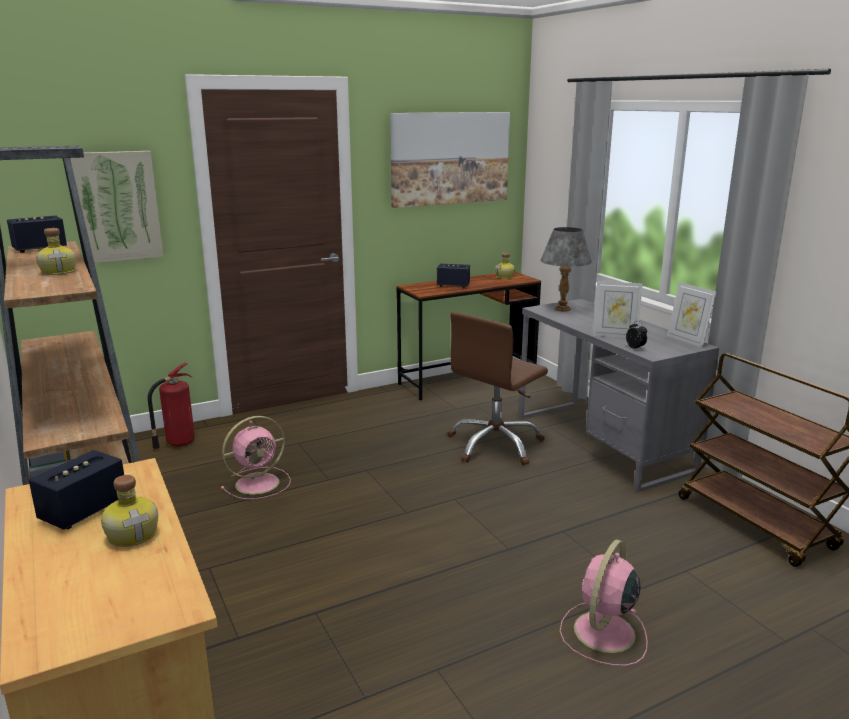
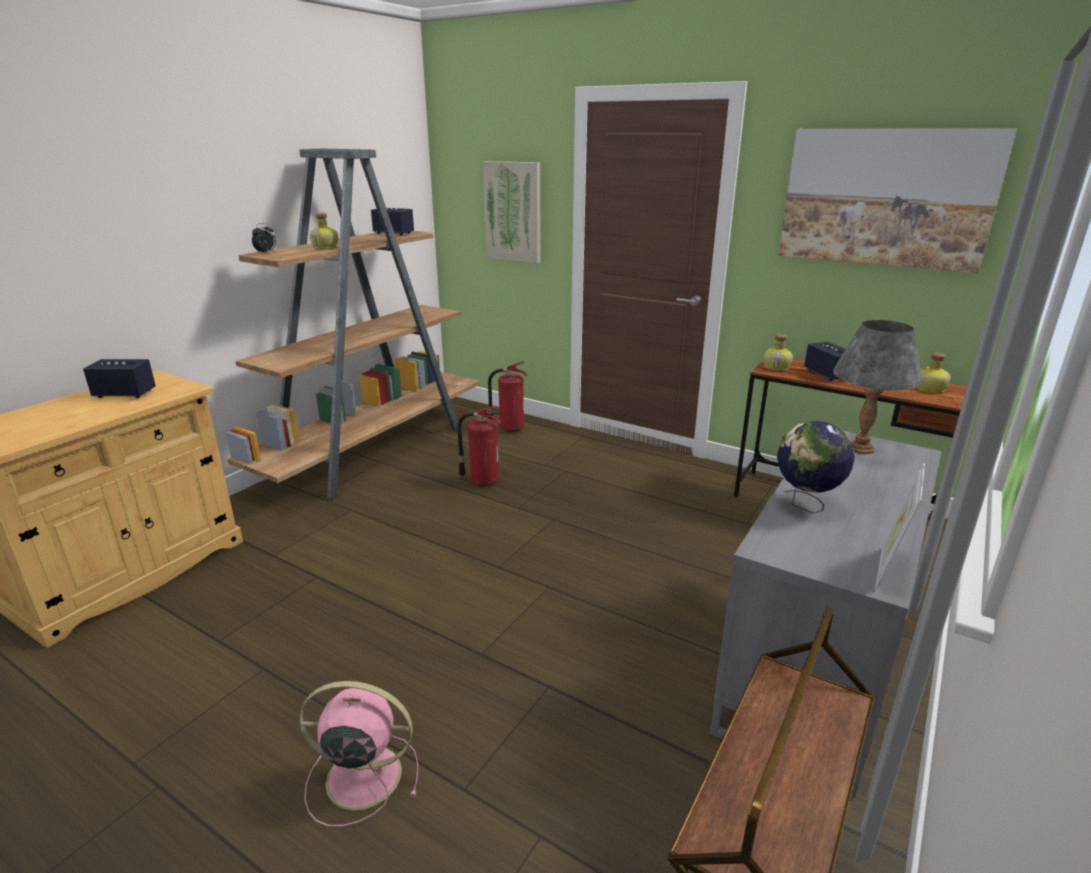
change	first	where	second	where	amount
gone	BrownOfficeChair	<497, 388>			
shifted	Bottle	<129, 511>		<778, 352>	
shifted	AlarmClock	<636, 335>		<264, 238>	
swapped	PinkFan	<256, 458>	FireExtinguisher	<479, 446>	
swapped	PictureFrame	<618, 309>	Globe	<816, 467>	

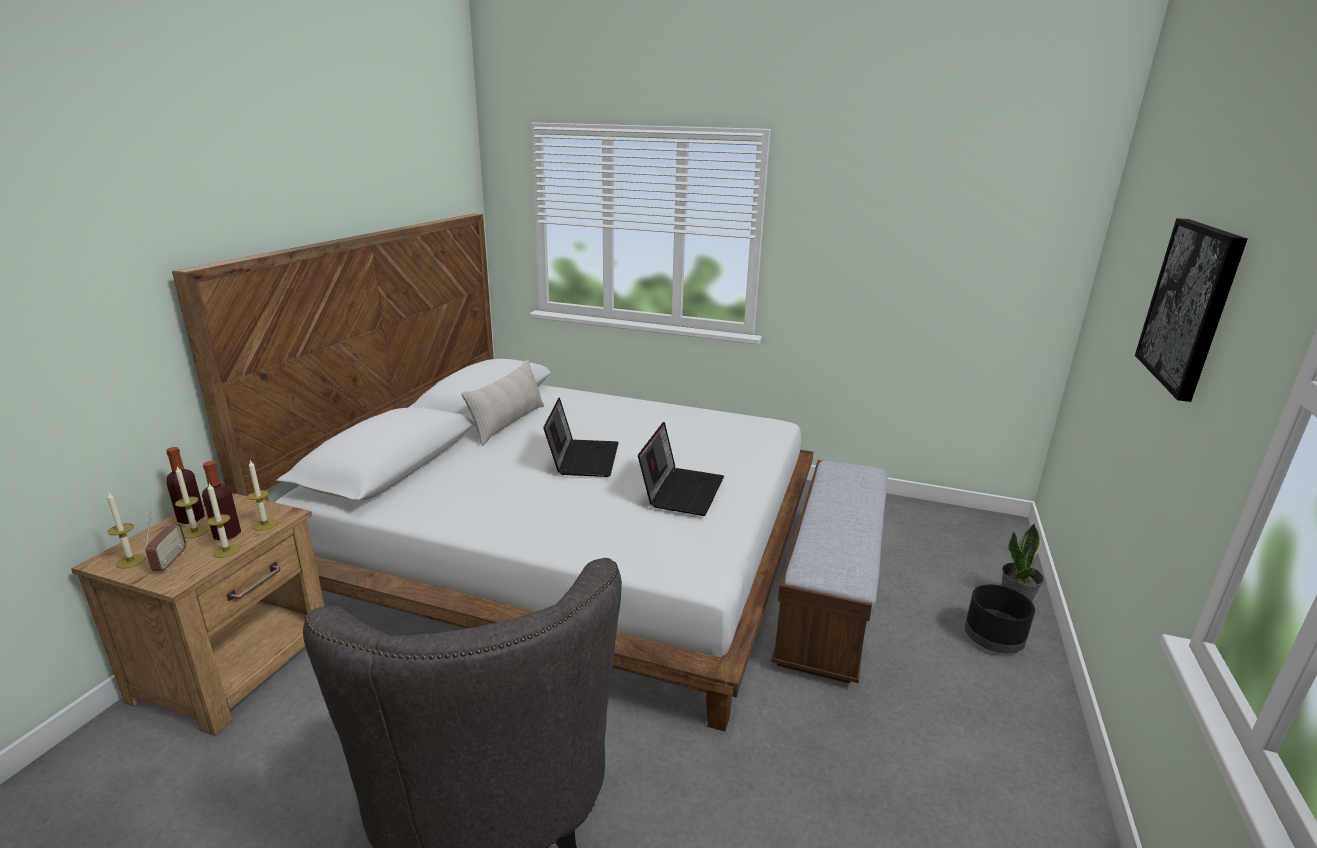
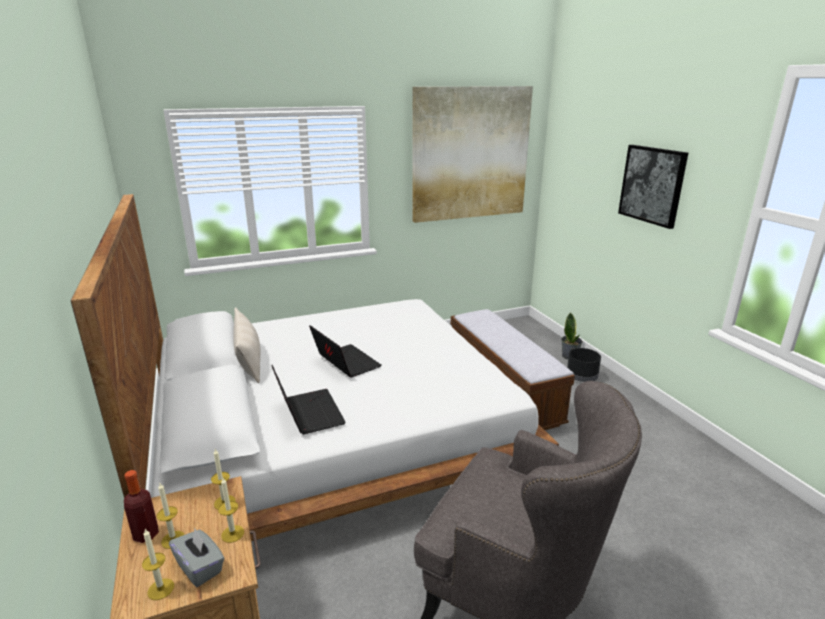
change	first	where	second	where	amount
gone	Bottle	<221, 500>			
new			Picture	<473, 154>	
shifted	Laptop	<681, 469>		<308, 399>	
swapped	Radio	<165, 541>	GreyTissueBox	<196, 558>	

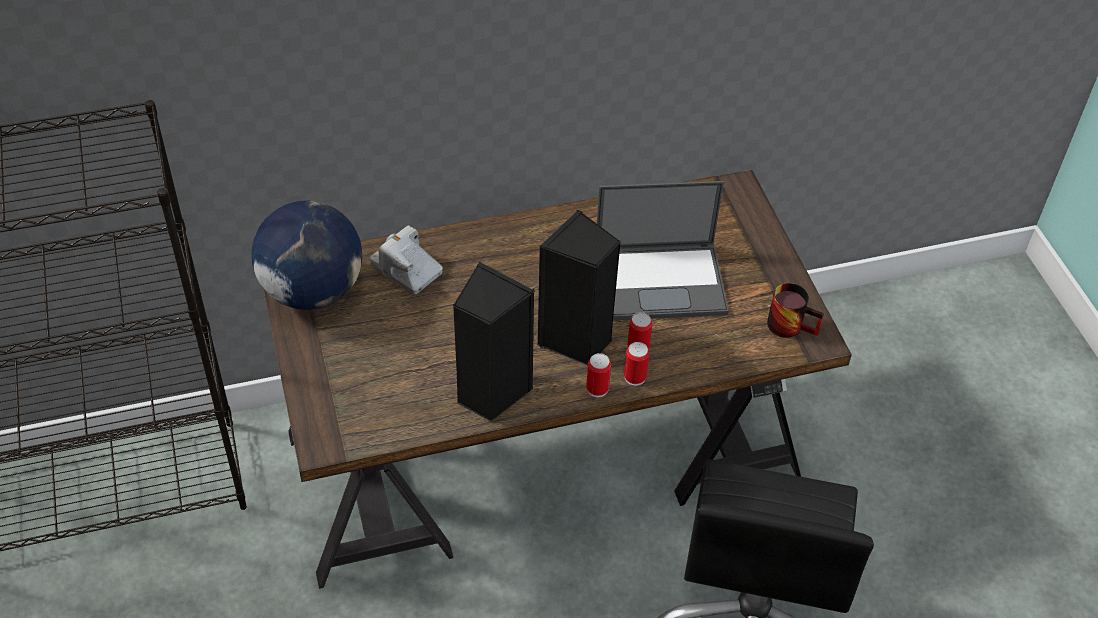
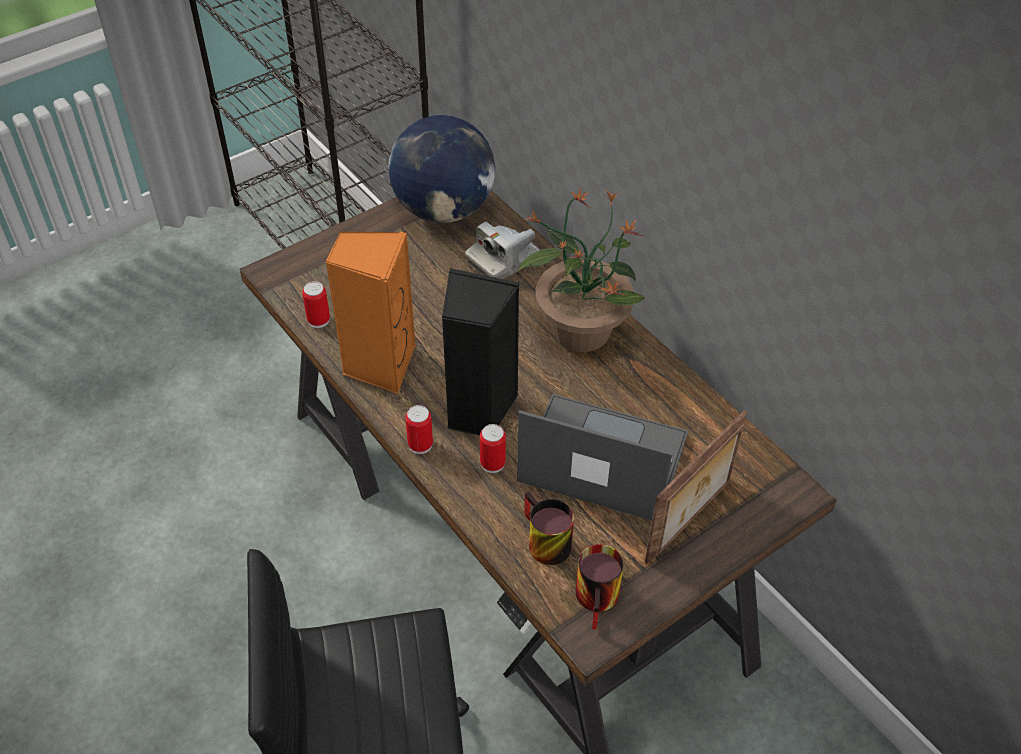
change	first	where	second	where	amount
new			PottedPlant	<581, 270>	
new			Mug	<549, 528>	
new			PictureFrame	<695, 486>	
shifted	Can	<636, 364>		<316, 304>	
repainted	BlackSpeaker	<494, 342>	OrangeSpeaker	<371, 313>	
rotated	PhotoCamera	<406, 260>		<502, 250>	150 degrees counterclockwise
rotated	Laptop	<663, 250>		<602, 457>	135 degrees clockwise

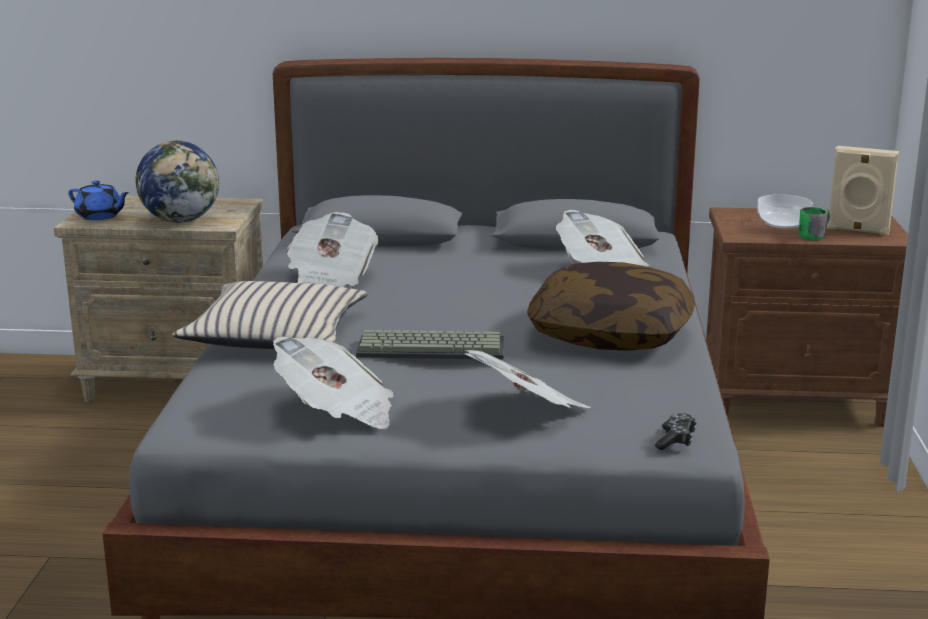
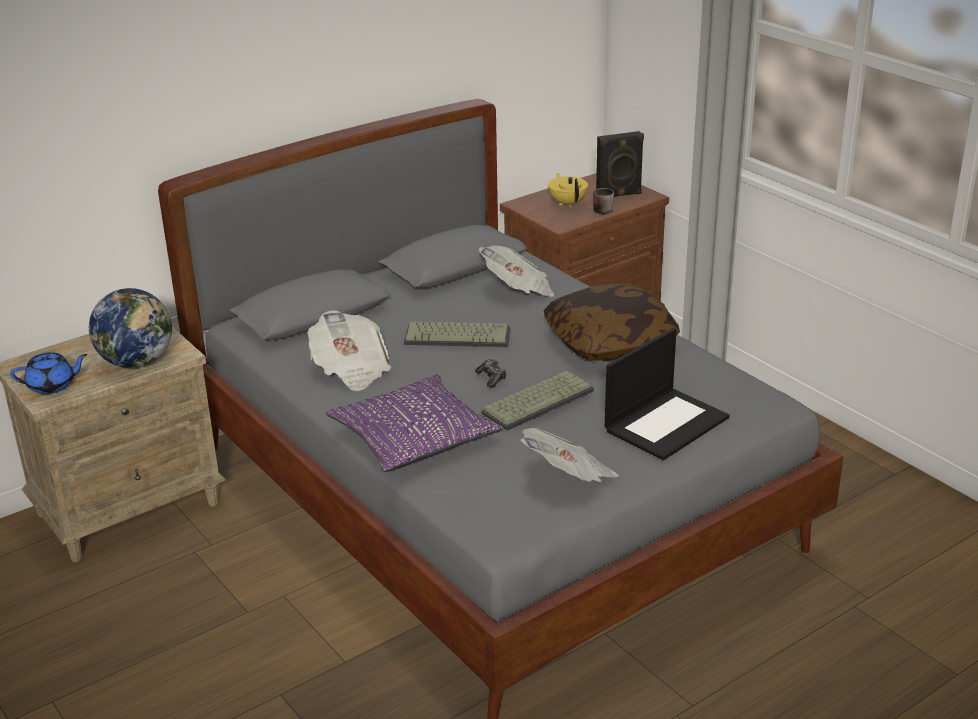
change	first	where	second	where	amount
new			Keyboard	<457, 334>	
shifted	GameController	<676, 431>		<491, 373>	
swapped	Newspaper	<528, 379>	Laptop	<667, 394>	
swapped	Bowl	<785, 211>	YellowTeapot	<568, 190>	
repainted	BeigePillow	<270, 315>	PurplePillow	<415, 423>	
repainted	GreenMug	<814, 223>	BrownMug	<603, 201>	
repainted	BeigeSpeaker	<863, 190>	BlackSpeaker	<620, 164>	

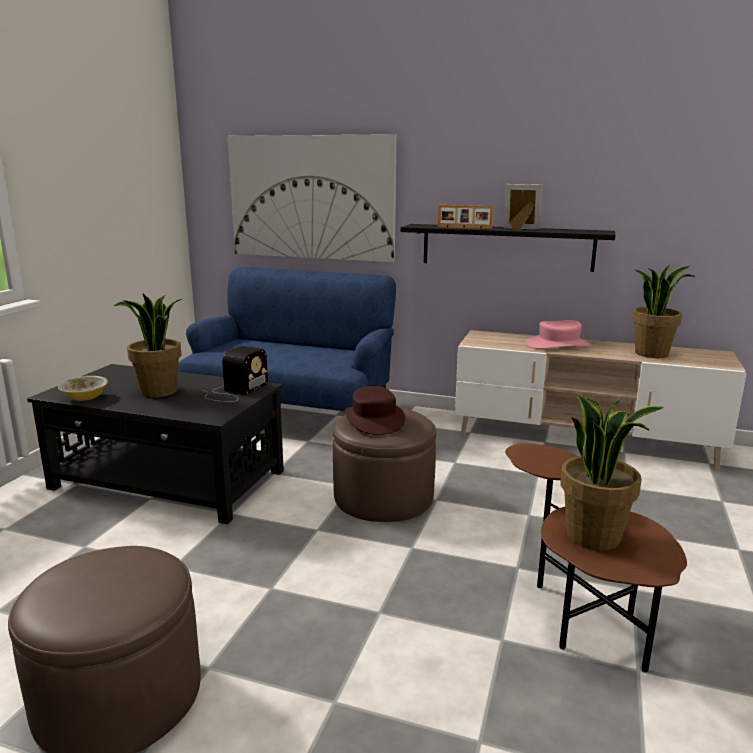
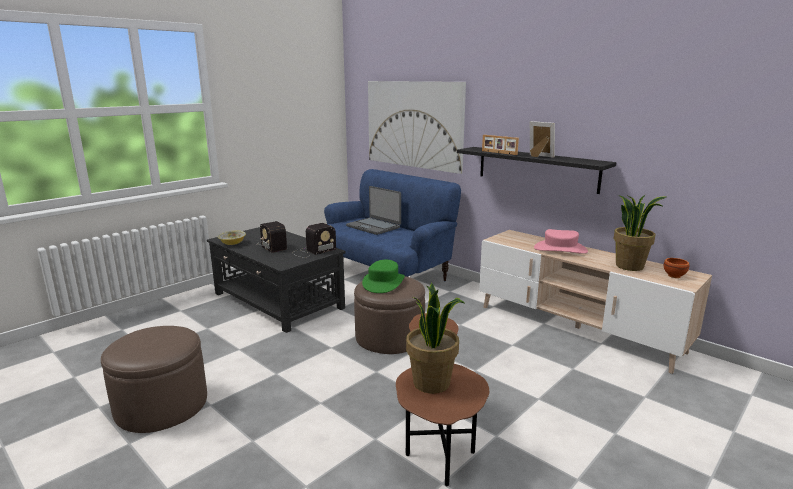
change	first	where	second	where	amount
new			Laptop	<373, 210>	
new			BrownBowl	<676, 268>	
swapped	PottedPlant	<148, 346>	Radio	<272, 237>	
repainted	BrownHat	<375, 410>	GreenHat	<383, 276>	

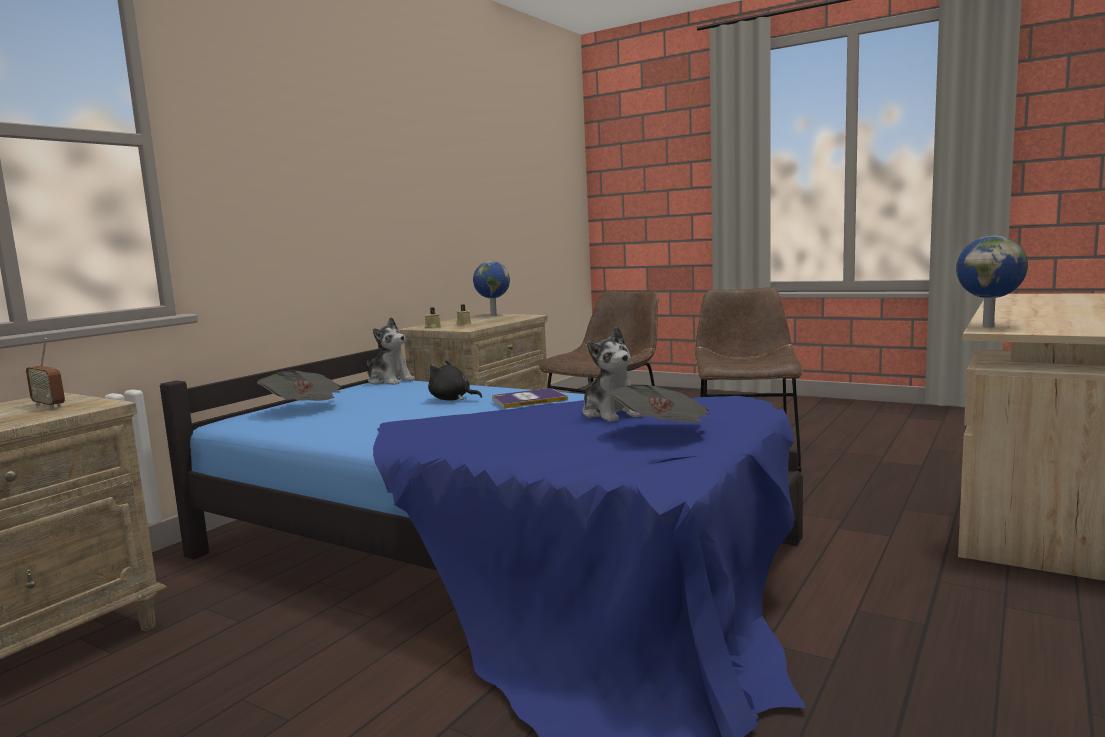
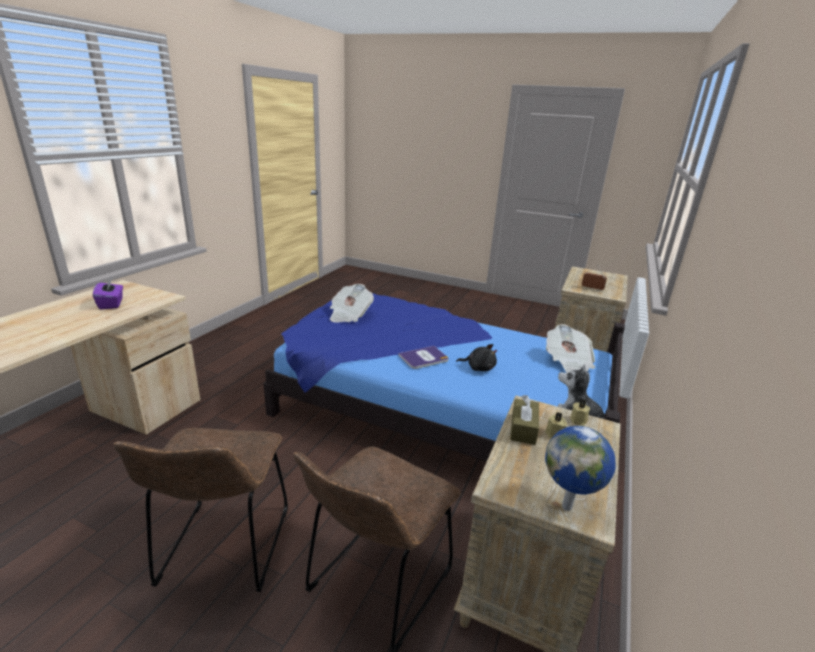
change	first	where	second	where	amount
gone	PlushToy	<612, 374>			
gone	Globe	<992, 281>			
new			PurpleTissueBox	<108, 294>	
new			BrownTissueBox	<524, 420>	

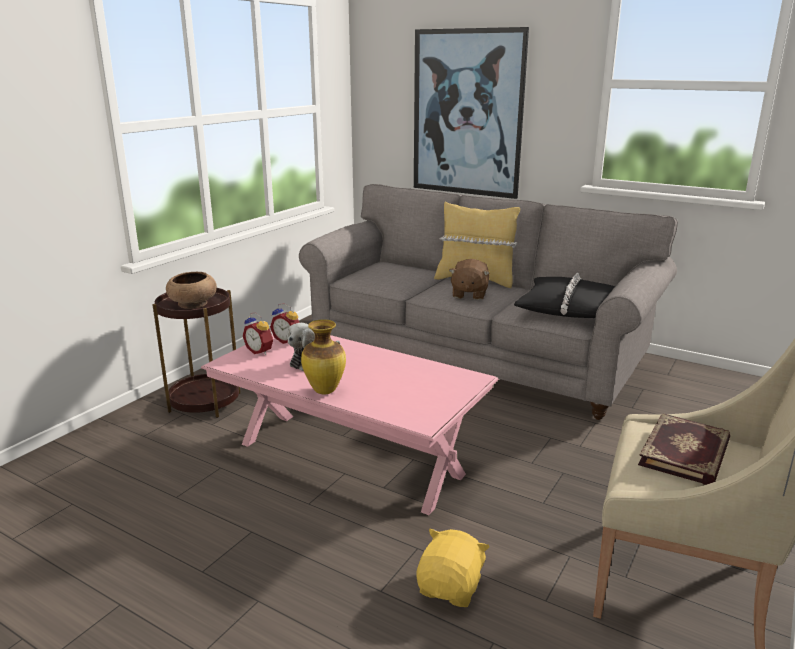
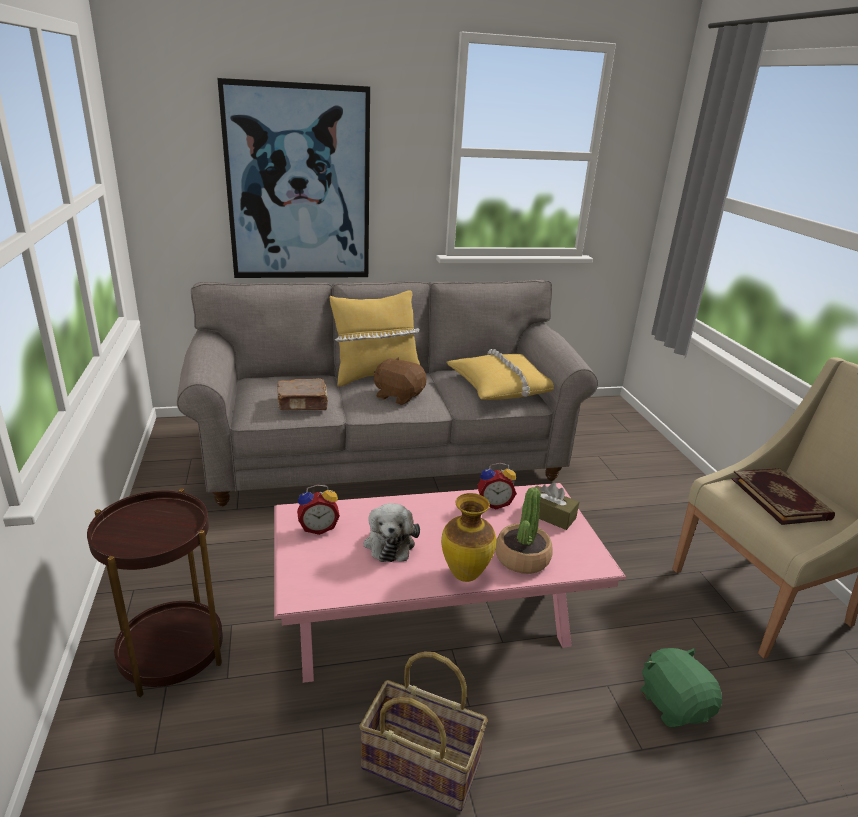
change	first	where	second	where	amount
gone	BrownBowl	<191, 290>			
new			BrownBook	<302, 394>	
new			Basket	<423, 731>	
new			PottedPlant	<524, 530>	
new			BrownTissueBox	<557, 506>	
shifted	AlarmClock	<258, 334>		<497, 486>	
repainted	YellowPlushToy	<453, 568>	GreenPlushToy	<681, 687>	
repainted	BlackPillow	<564, 295>	YellowPillow	<500, 374>	
rotated	BrownPlushToy	<469, 279>		<400, 381>	150 degrees clockwise

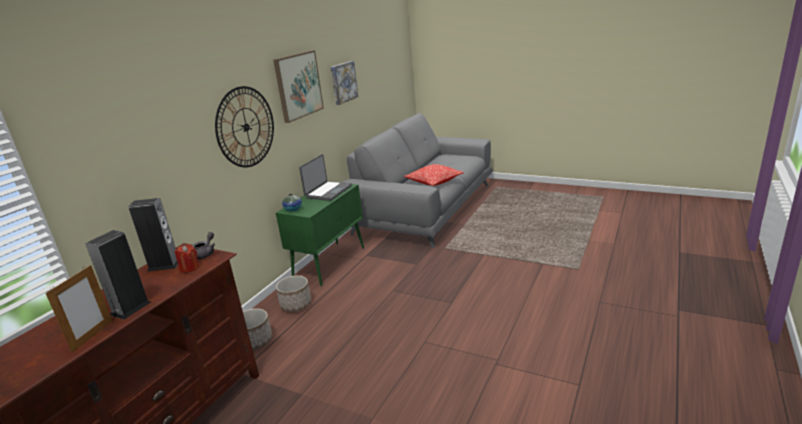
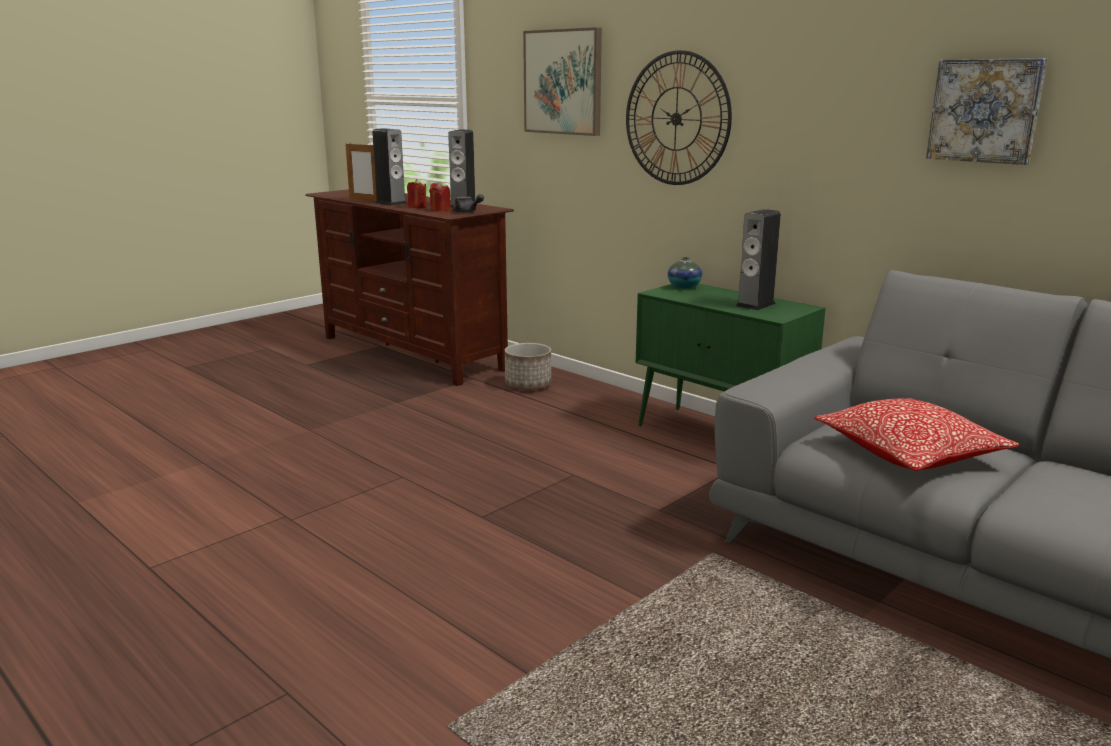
change	first	where	second	where	amount
gone	Planter	<293, 293>			
new			RedCandle	<417, 193>	
shifted	Picture	<298, 86>		<562, 81>	
swapped	Laptop	<325, 177>	Speaker	<758, 260>	

